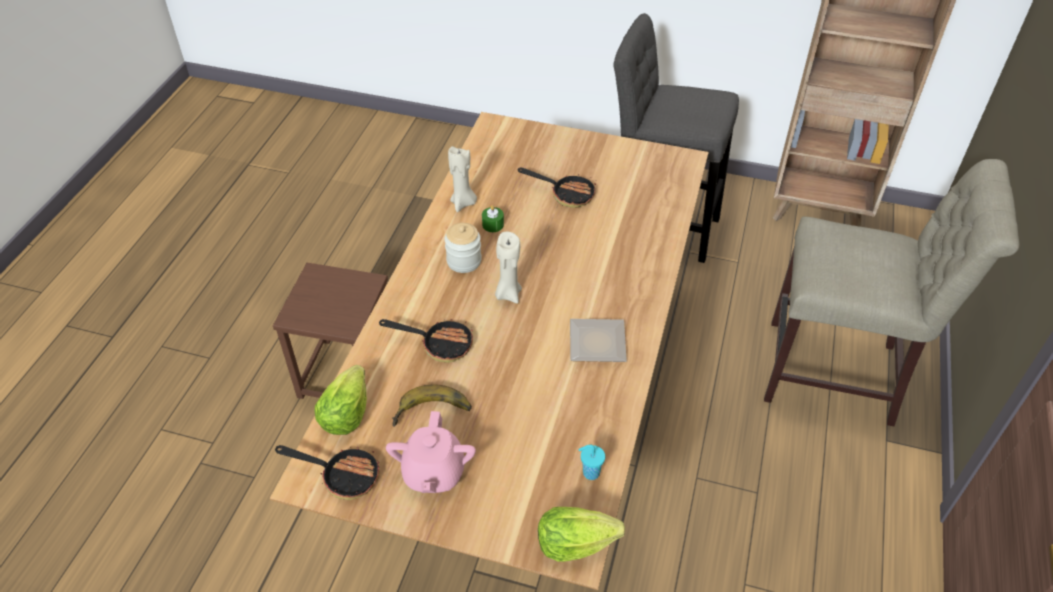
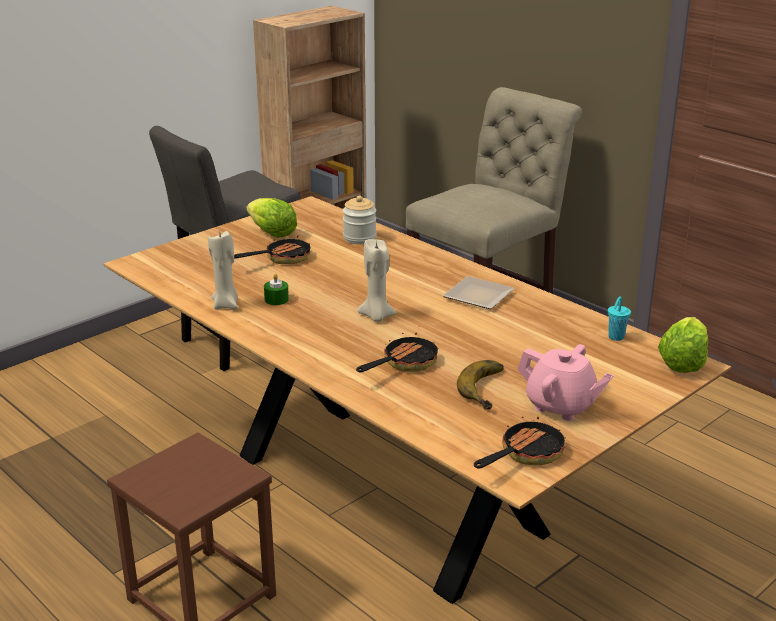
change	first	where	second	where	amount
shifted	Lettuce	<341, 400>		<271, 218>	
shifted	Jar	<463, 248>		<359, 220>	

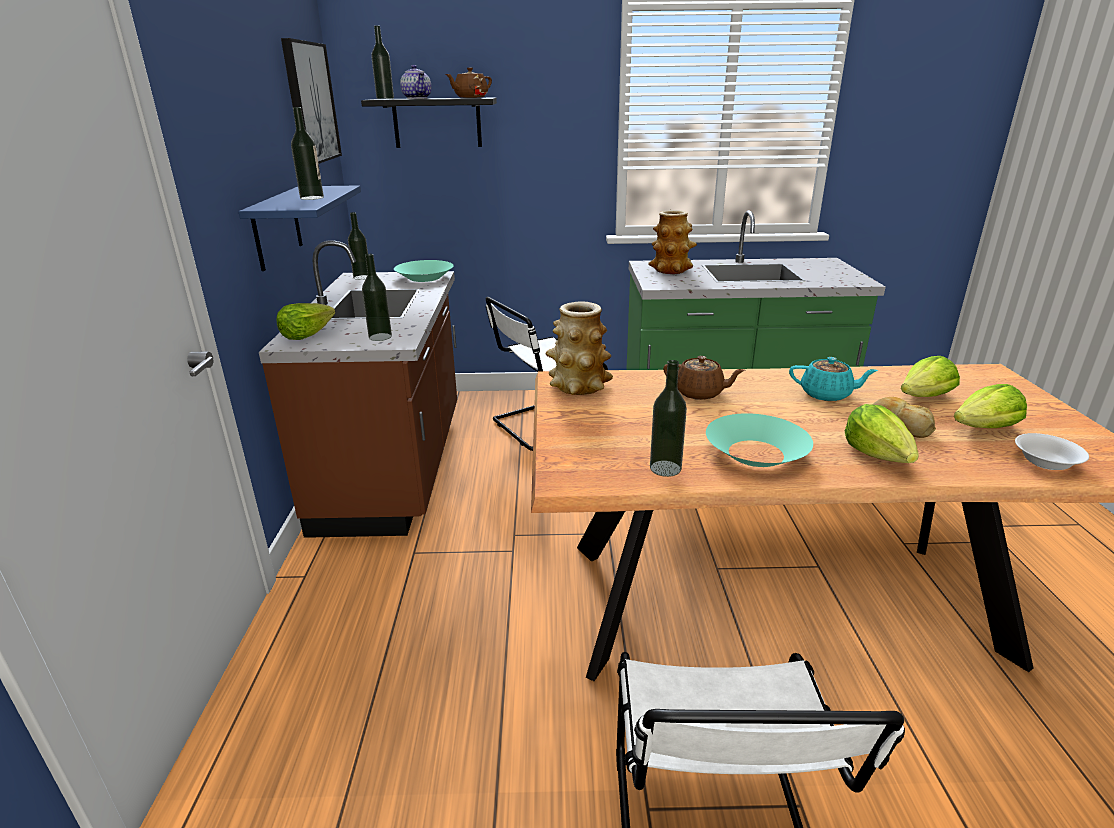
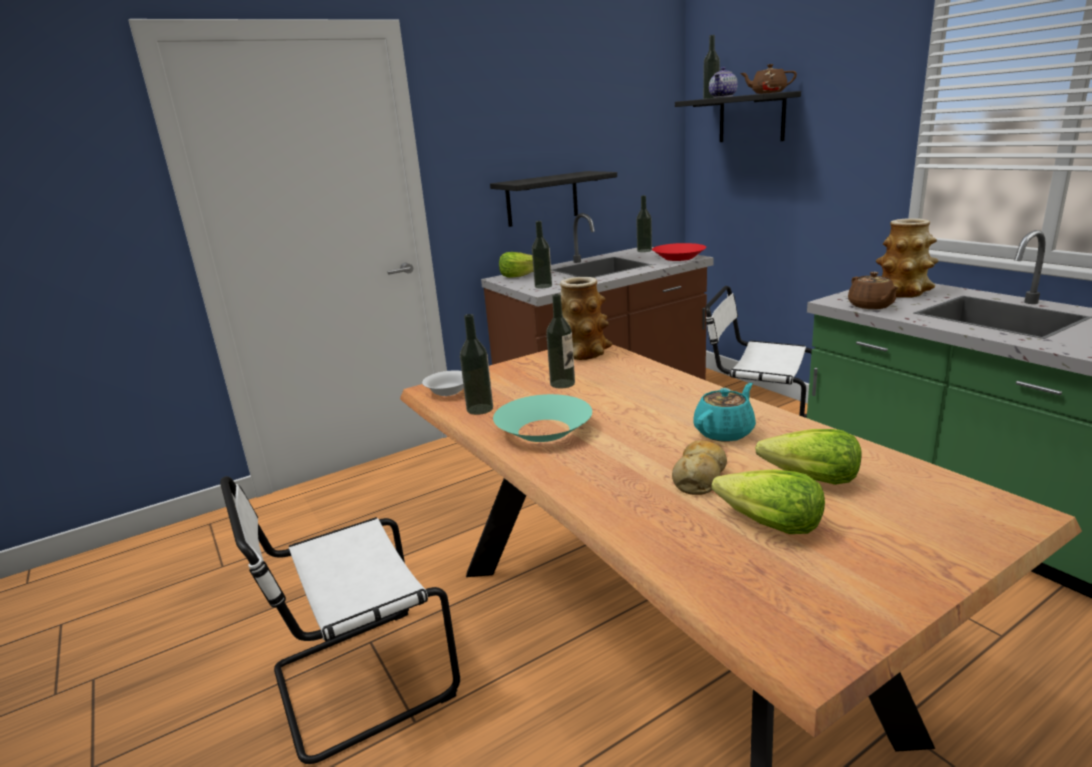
change	first	where	second	where	amount
gone	Picture	<311, 101>			
gone	Lettuce	<882, 433>			
shifted	Bottle	<307, 153>		<560, 341>	
shifted	BrownTeapot	<704, 378>		<873, 290>	
shifted	WhiteBowl	<1052, 451>		<443, 383>	
repainted	BlueShelf	<300, 228>	BlackShelf	<553, 199>	
repainted	TurquoiseBowl	<424, 271>	RedBowl	<679, 252>	
rotated	TurquoiseTeapot	<833, 379>		<724, 412>	120 degrees counterclockwise

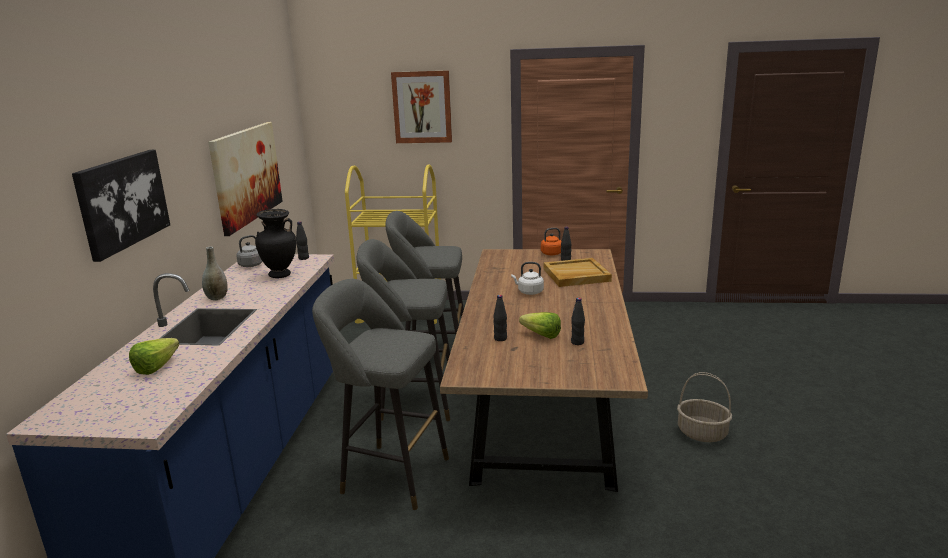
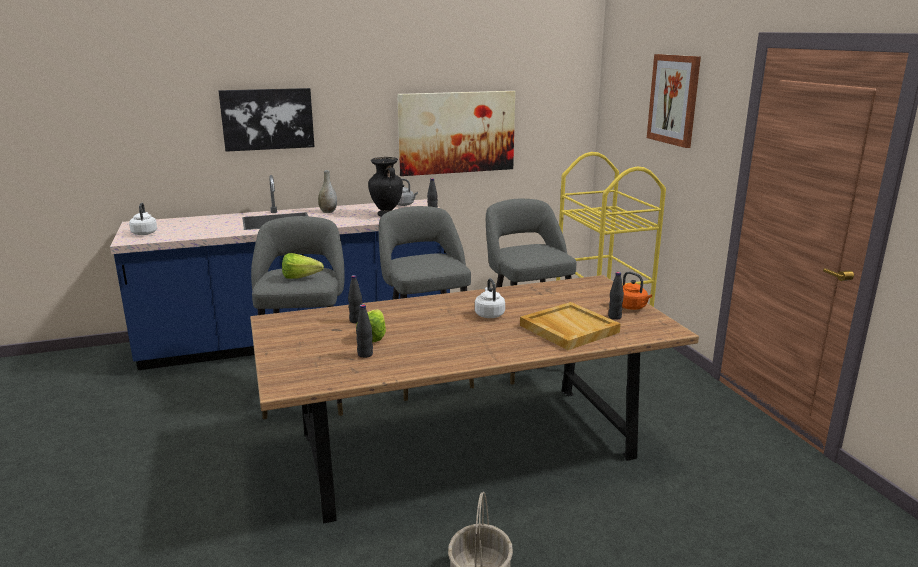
change	first	where	second	where	amount
new			WhiteKettle	<143, 219>	
shifted	Lettuce	<154, 356>		<303, 266>	

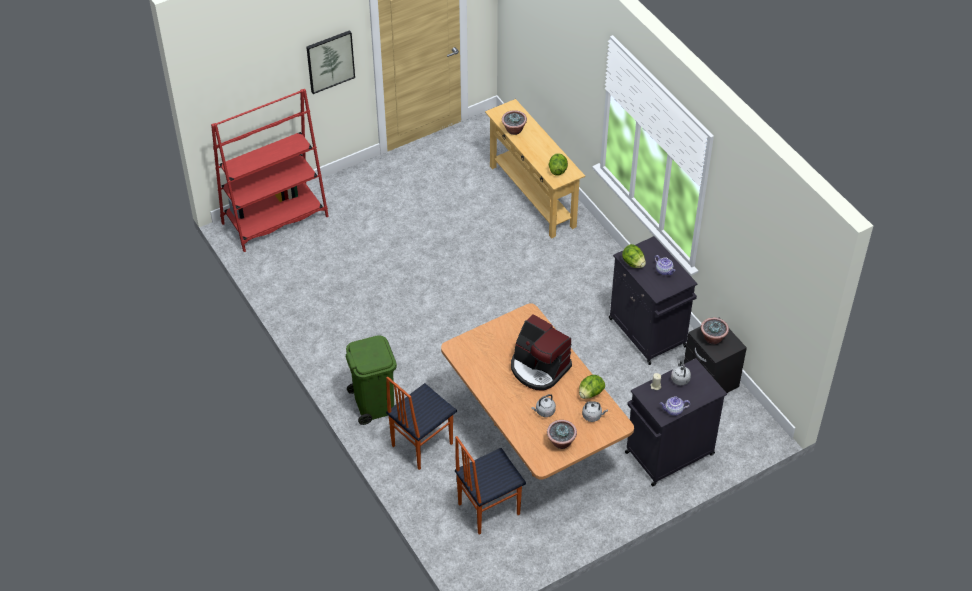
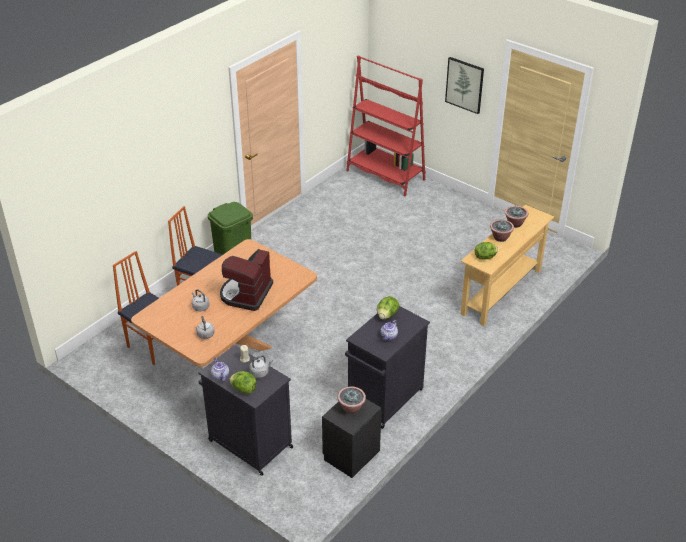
change	first	where	second	where	amount
shifted	PottedPlant	<562, 434>		<502, 231>	
shifted	Lettuce	<592, 387>		<243, 382>	

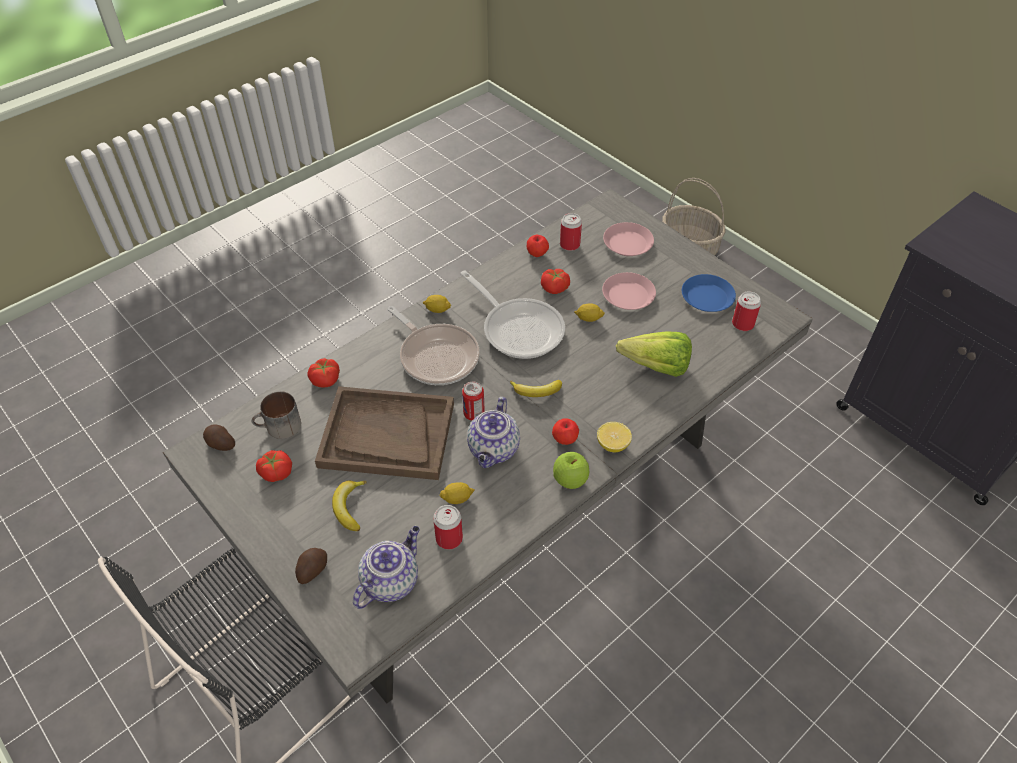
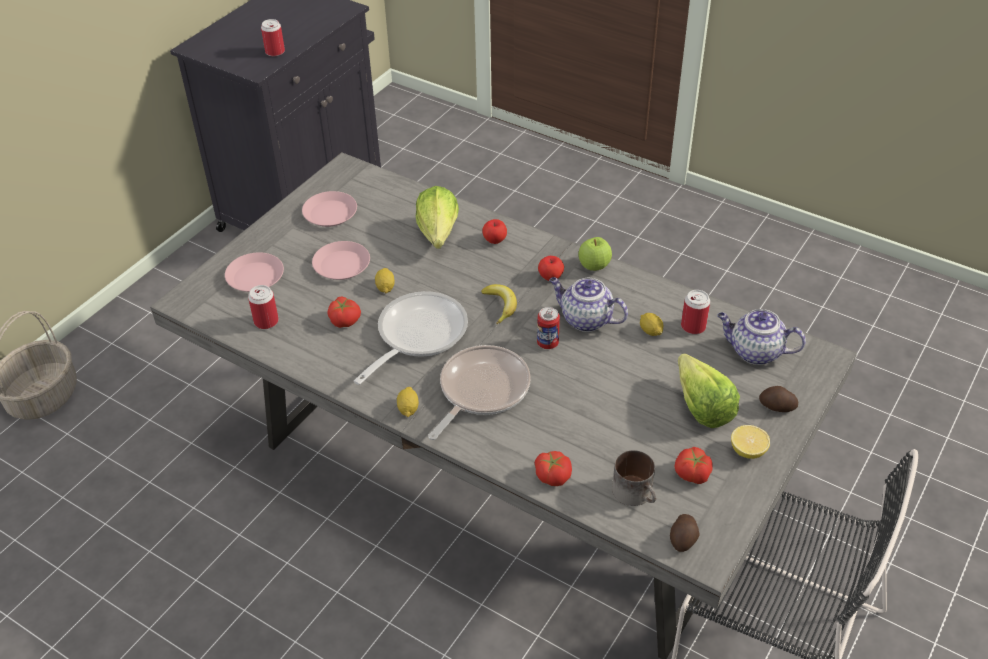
change	first	where	second	where	amount
gone	BrownTray	<384, 433>			
shifted	Apple	<537, 246>		<494, 231>	
shifted	Lemon	<614, 437>		<750, 442>	
shifted	Can	<746, 311>		<273, 37>	
swapped	Banana	<349, 506>	Lettuce	<709, 390>	
repainted	BluePlate	<709, 293>	PinkPlate	<329, 209>	
rotated	Teapot	<493, 432>		<588, 304>	150 degrees counterclockwise

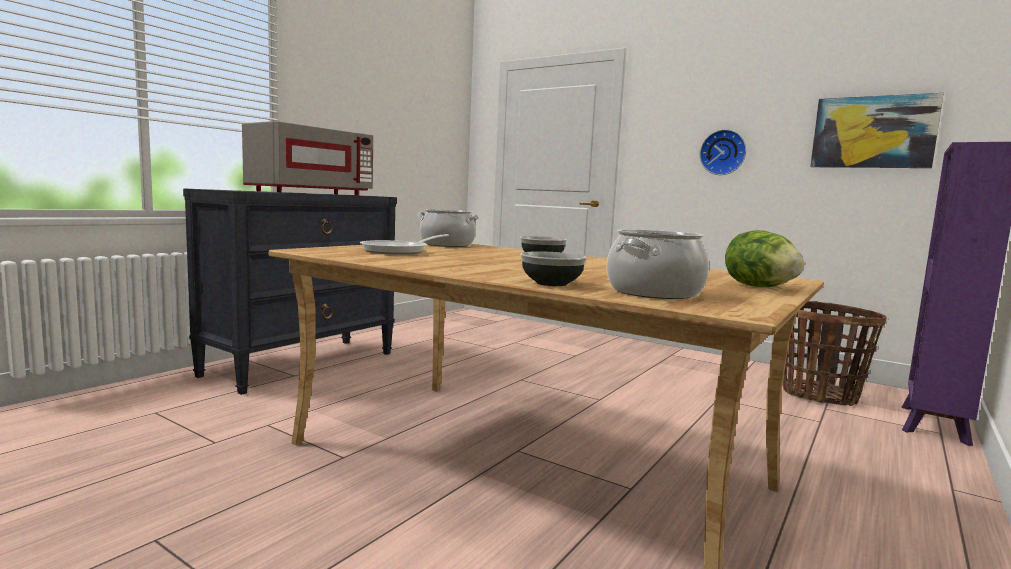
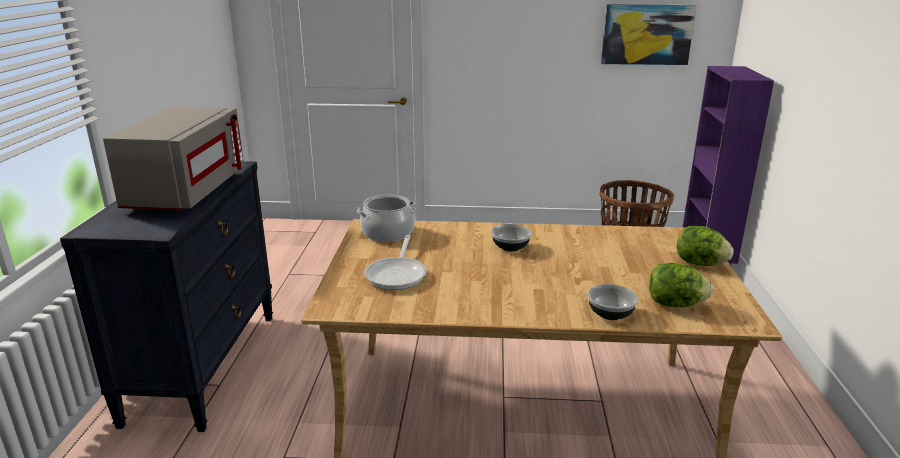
change	first	where	second	where	amount
gone	WallClock	<723, 152>			
swapped	CookingPot	<658, 264>	Lettuce	<681, 285>	

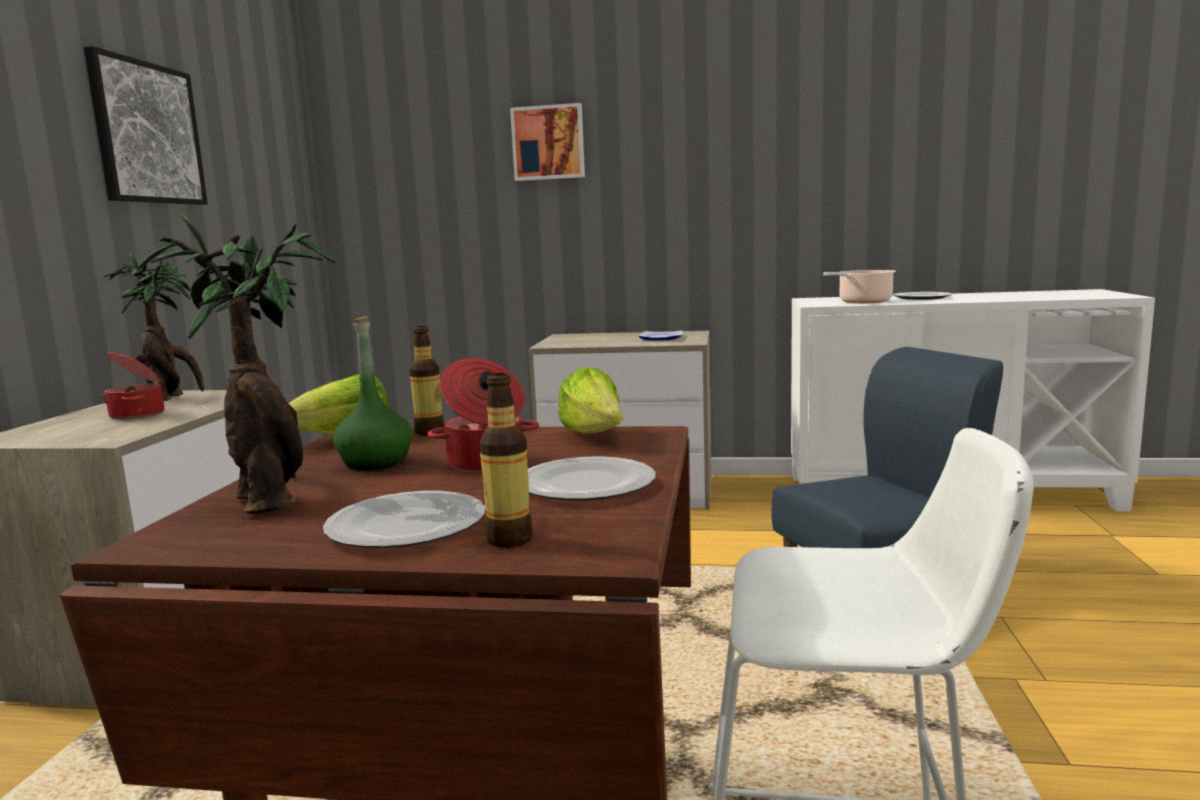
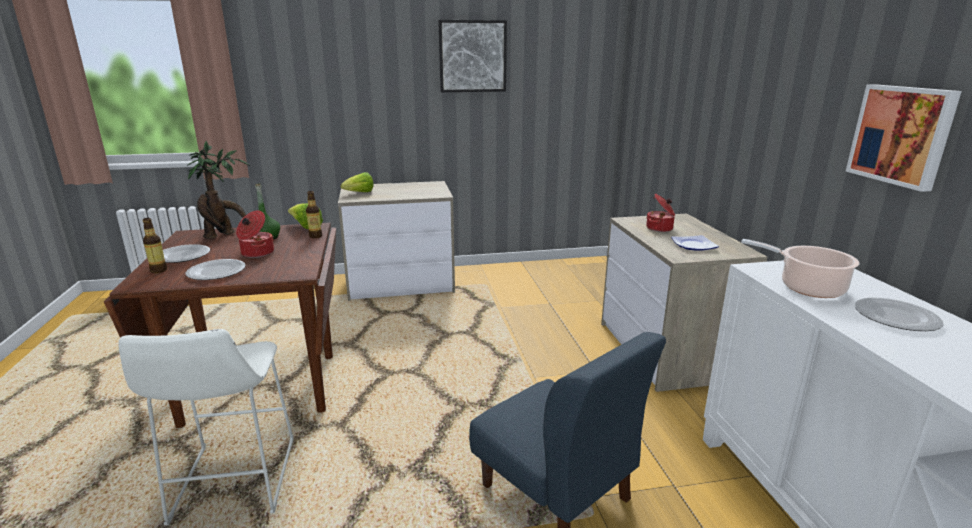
change	first	where	second	where	amount
gone	PottedPlant	<154, 327>			
shifted	CookingPot	<134, 386>		<660, 213>	
shifted	Picture	<547, 142>		<904, 138>	
shifted	Lettuce	<590, 400>		<356, 182>	

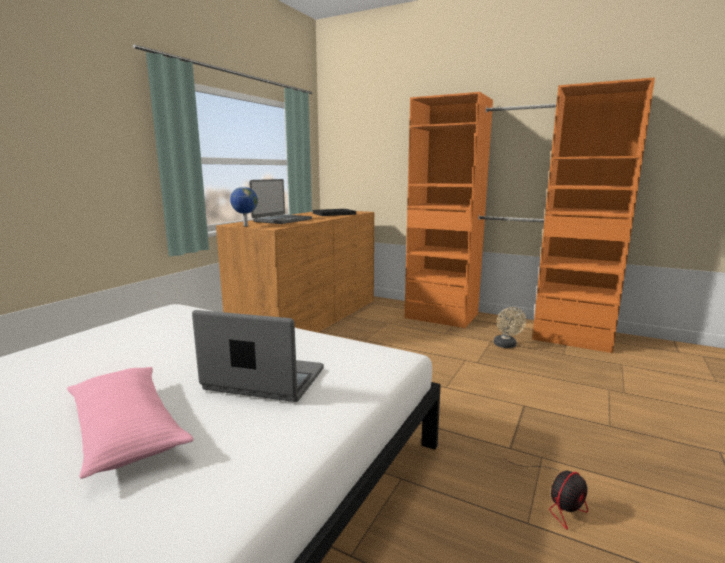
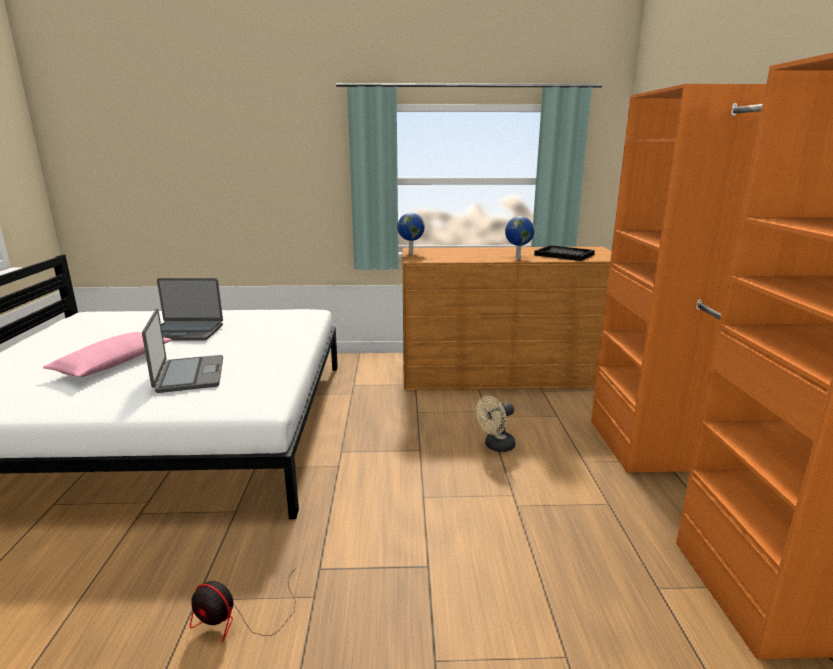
change	first	where	second	where	amount
new			Globe	<520, 237>	
shifted	Laptop	<280, 201>		<190, 309>	
shifted	BeigeFan	<510, 327>		<496, 424>	

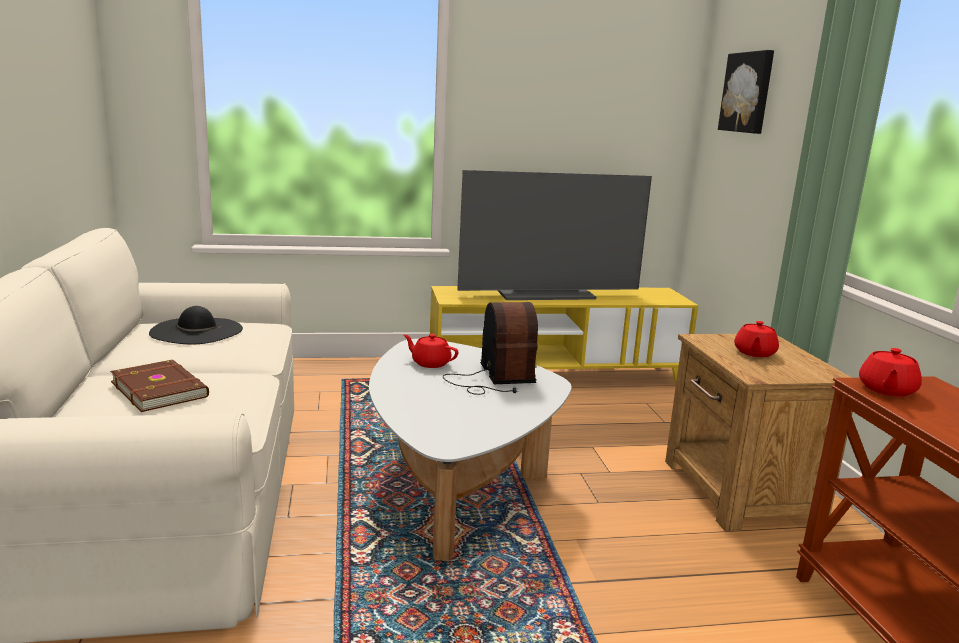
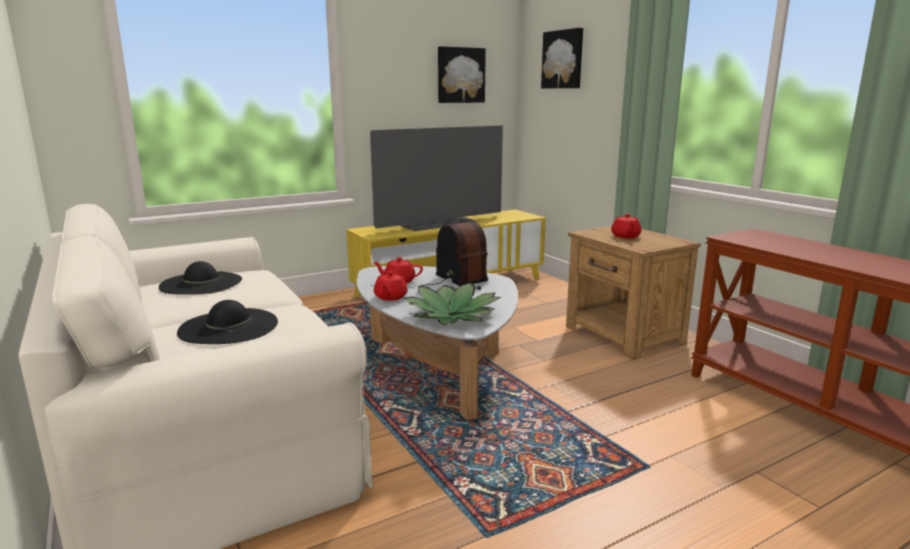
change	first	where	second	where	amount
new			PottedPlant	<452, 303>	
new			Picture	<462, 74>	
shifted	RedTeapot	<890, 372>		<391, 286>	
swapped	BrownBook	<159, 386>	BlackHat	<227, 322>	

